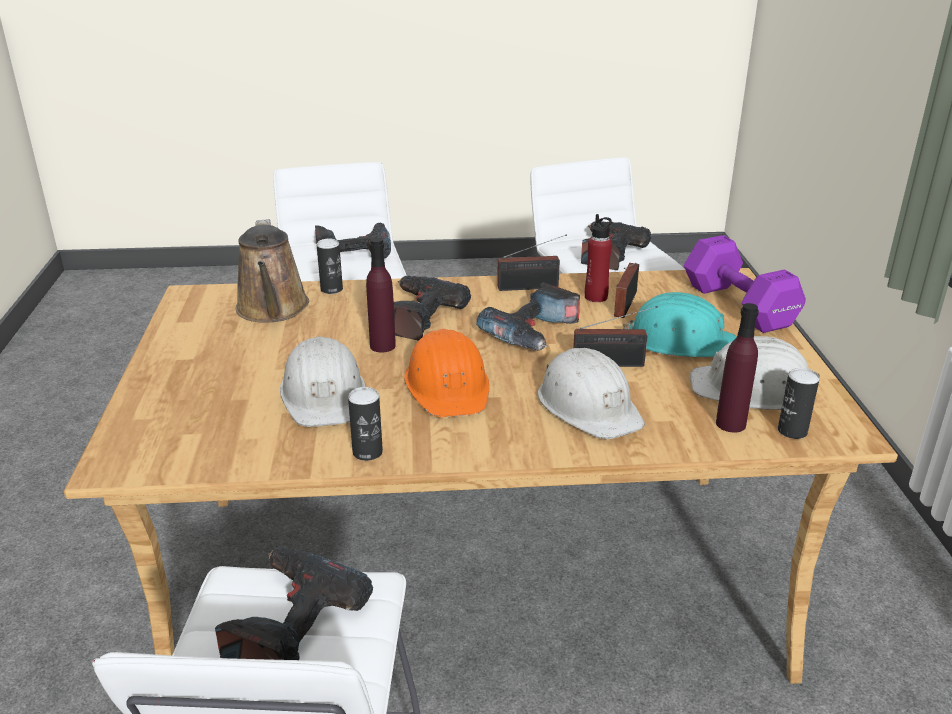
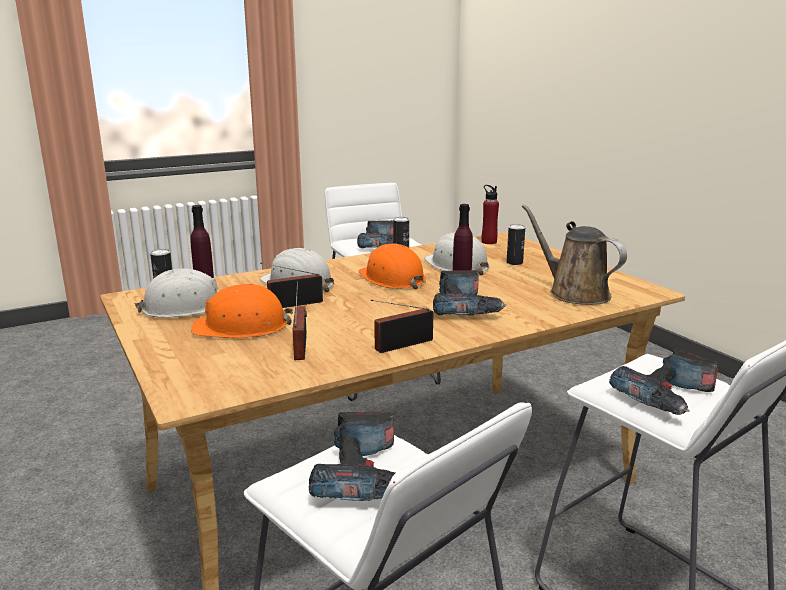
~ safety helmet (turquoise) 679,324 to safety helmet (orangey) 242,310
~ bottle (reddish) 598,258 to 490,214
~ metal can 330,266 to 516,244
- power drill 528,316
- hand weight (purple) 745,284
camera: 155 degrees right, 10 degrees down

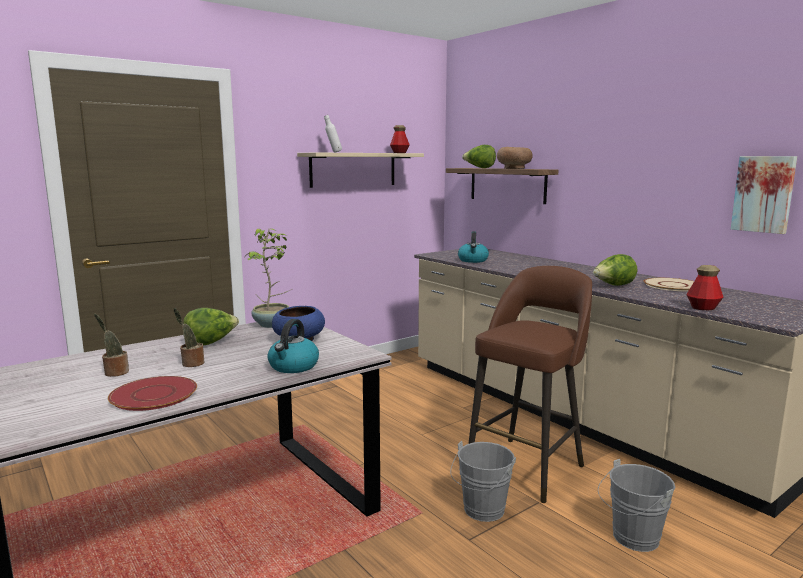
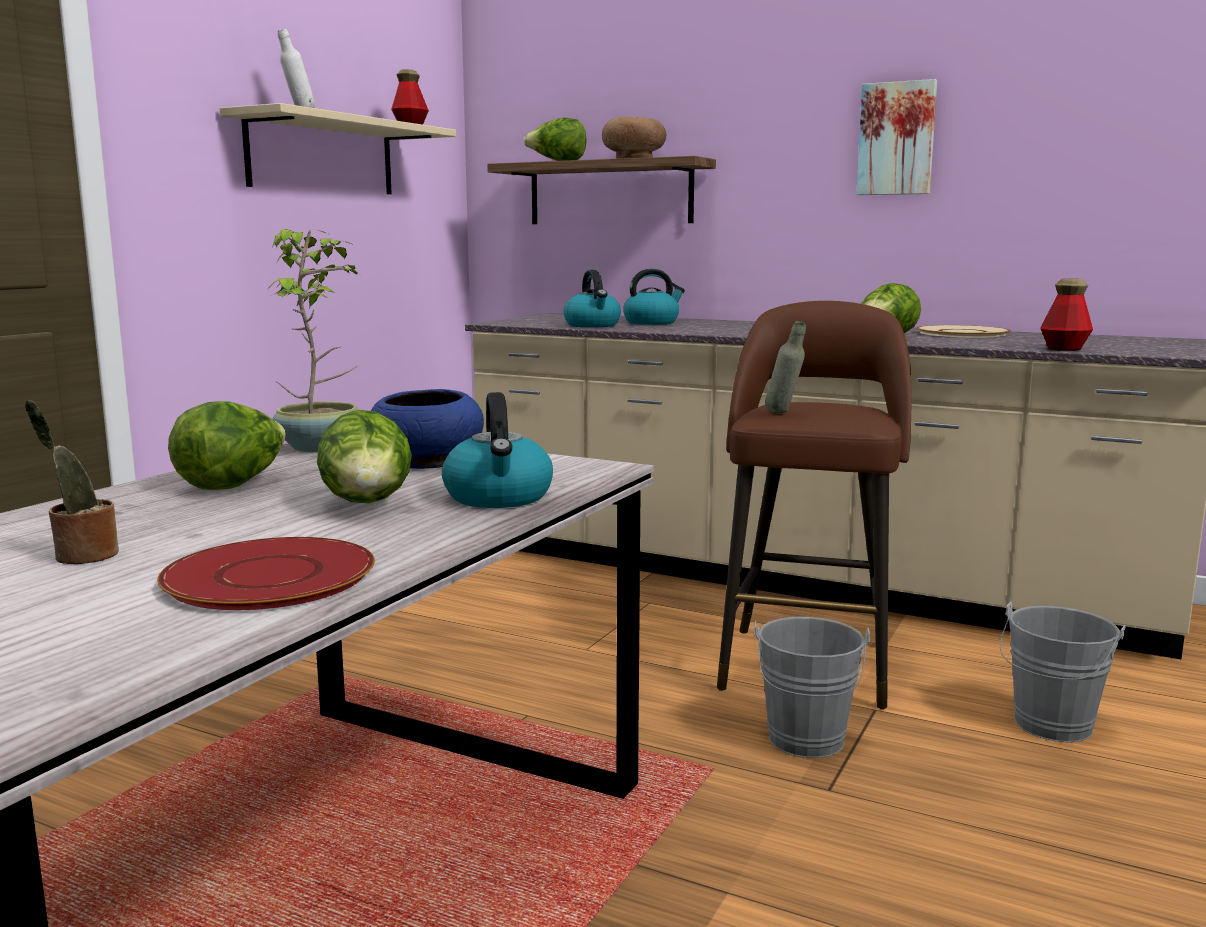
+ lettuce head 364,456
+ kettle 654,297
+ bottle (gray) 785,367
~ wall art 764,195 to 896,137
- potted plant 188,337
camera: 25 degrees left, 0 degrees up

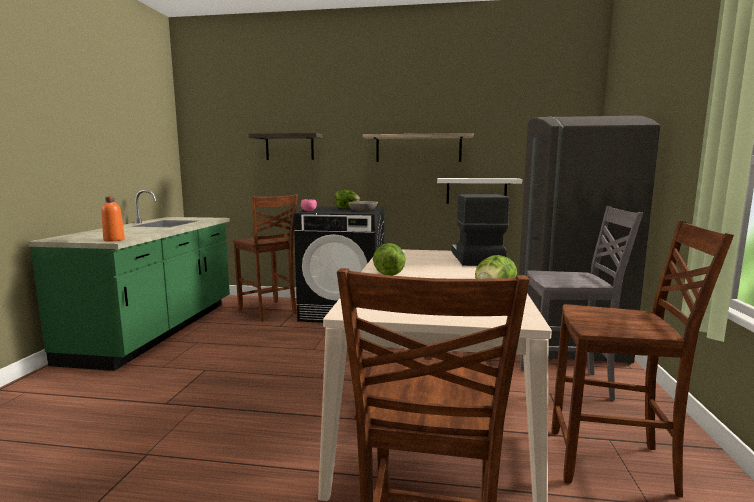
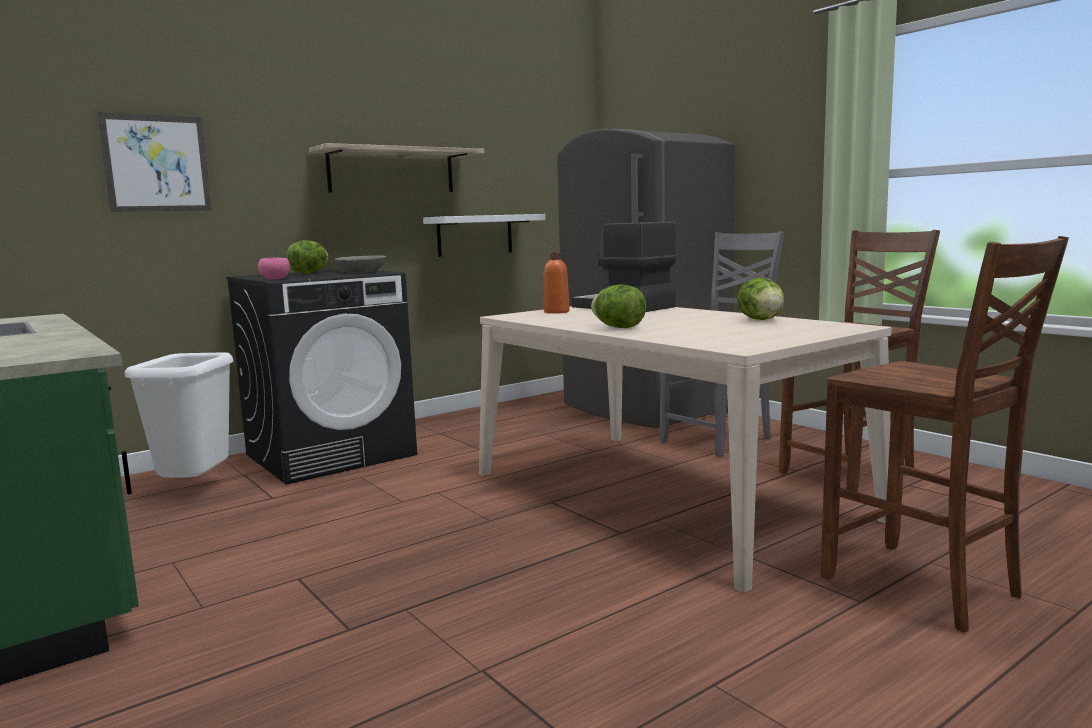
~ bracket shelf 285,146 to wall art 154,162
~ plain chair (brown) 265,258 to rubbish bin (white-coloured) 179,415
~ bottle (orangey) 113,219 to 557,283
camera: 45 degrees left, 0 degrees up

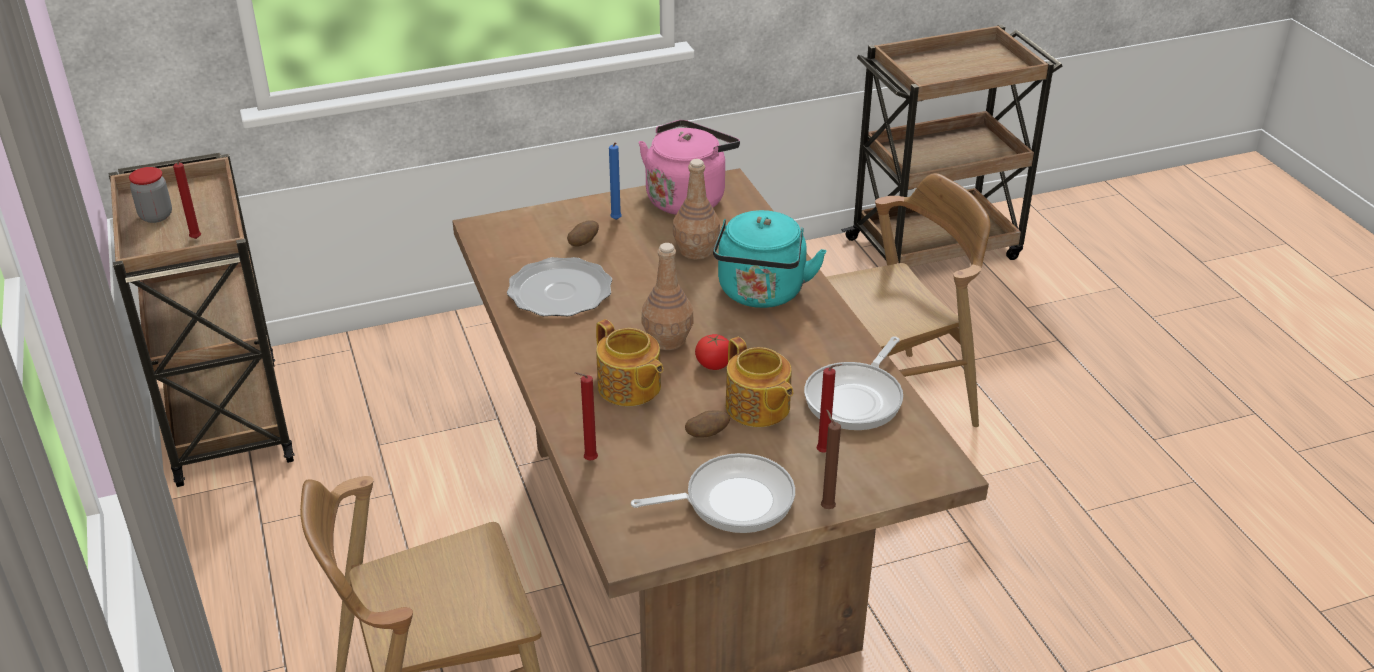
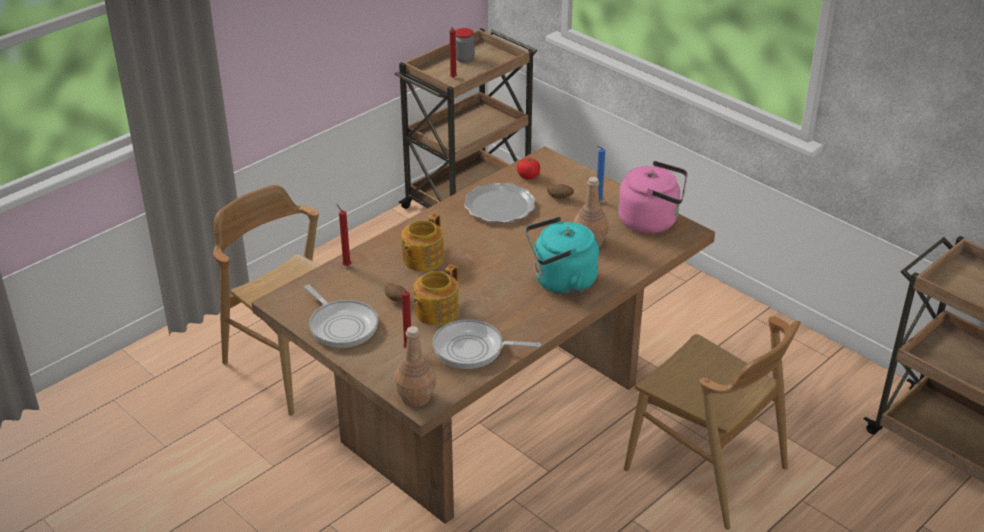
~ bottle (brown) 667,296 to 415,366
~ whole tomato 712,352 to 528,169
- wax candle (brown) 831,459
camera: 65 degrees right, 0 degrees up

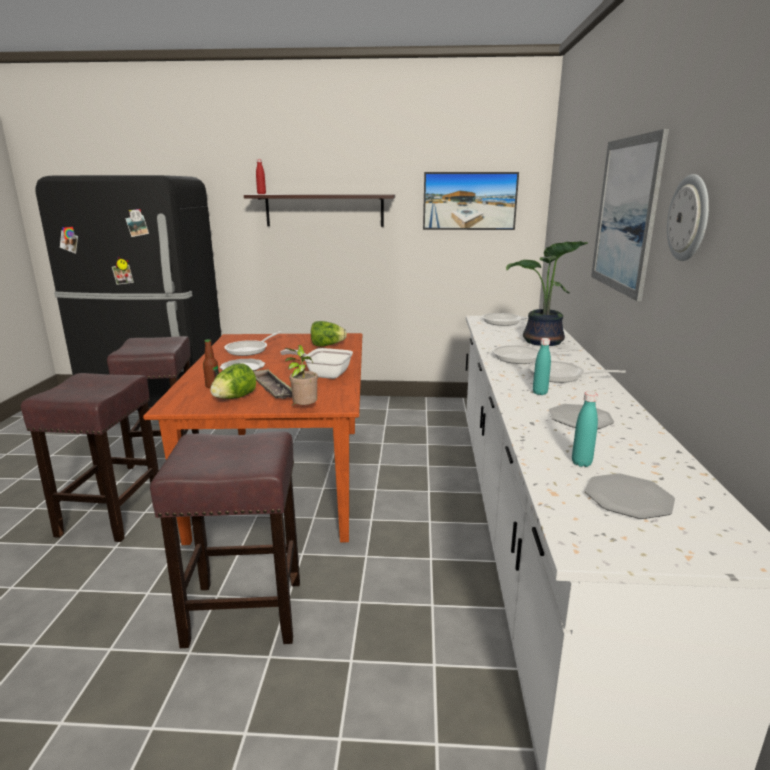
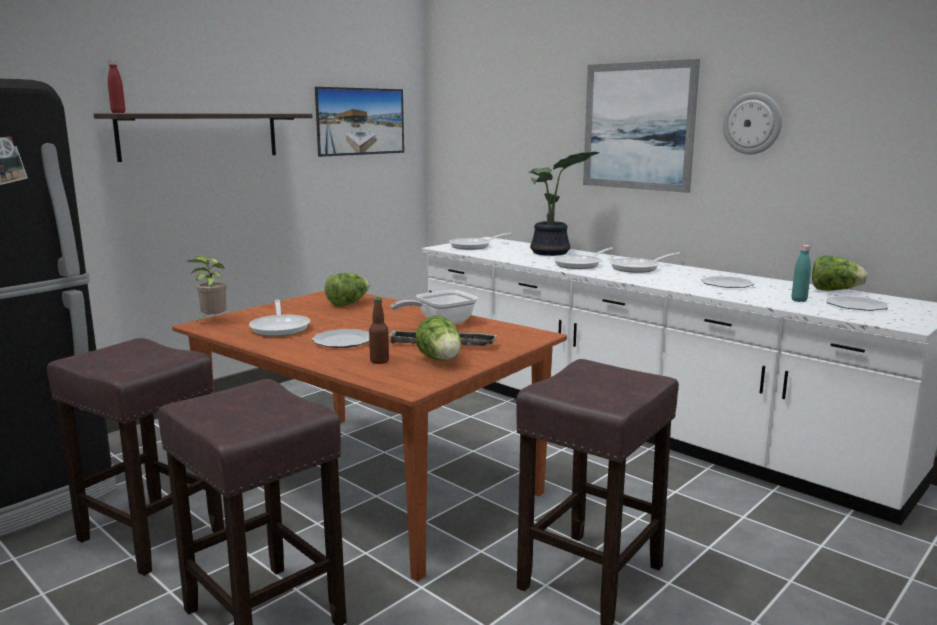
~ potted plant 301,376 to 207,288
+ lettuce head 840,273
- bottle (turquoise) 542,366
camera: 50 degrees left, 5 degrees down

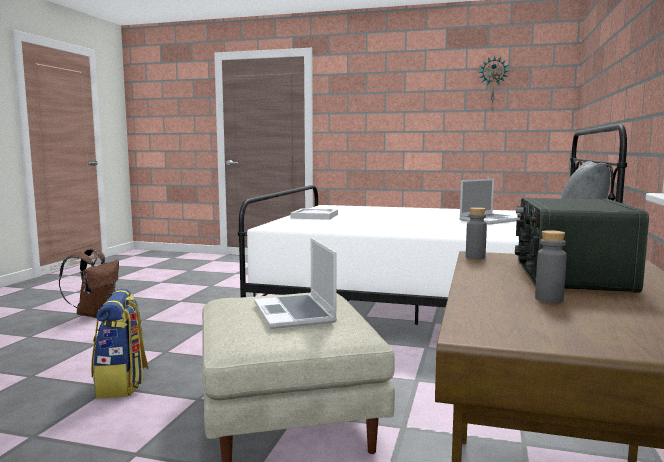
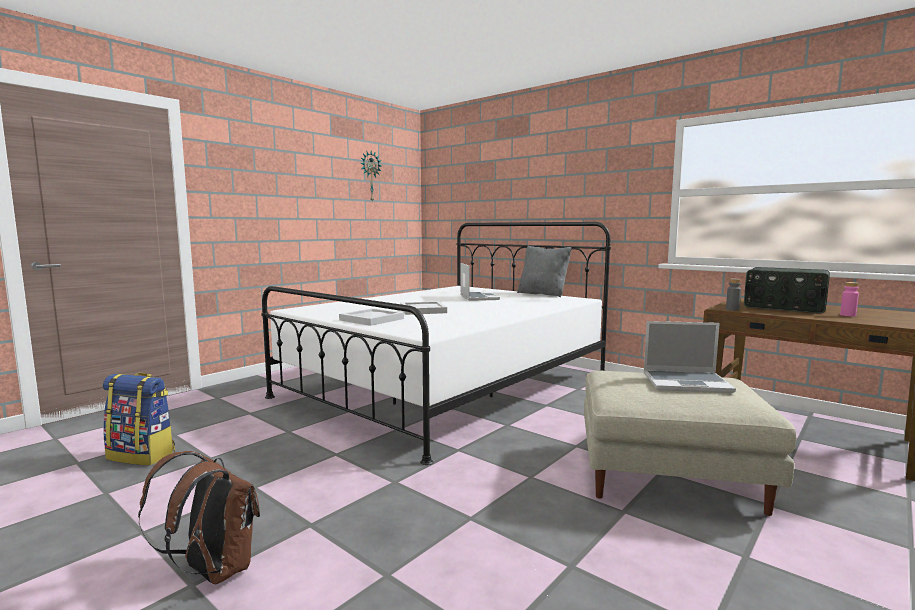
~ backpack 119,343 to 139,419
+ tray (white-coloured) 424,308
~ bottle (gray) 551,266 to bottle (pink) 849,299
camera: 65 degrees left, 0 degrees up

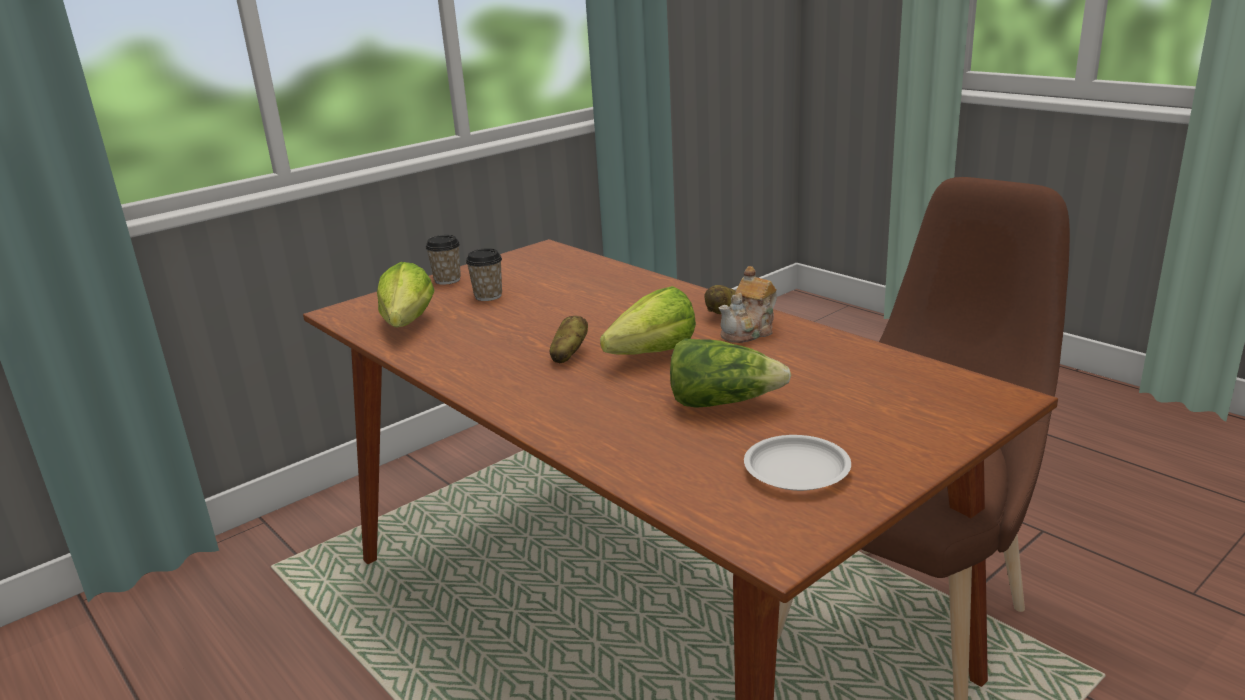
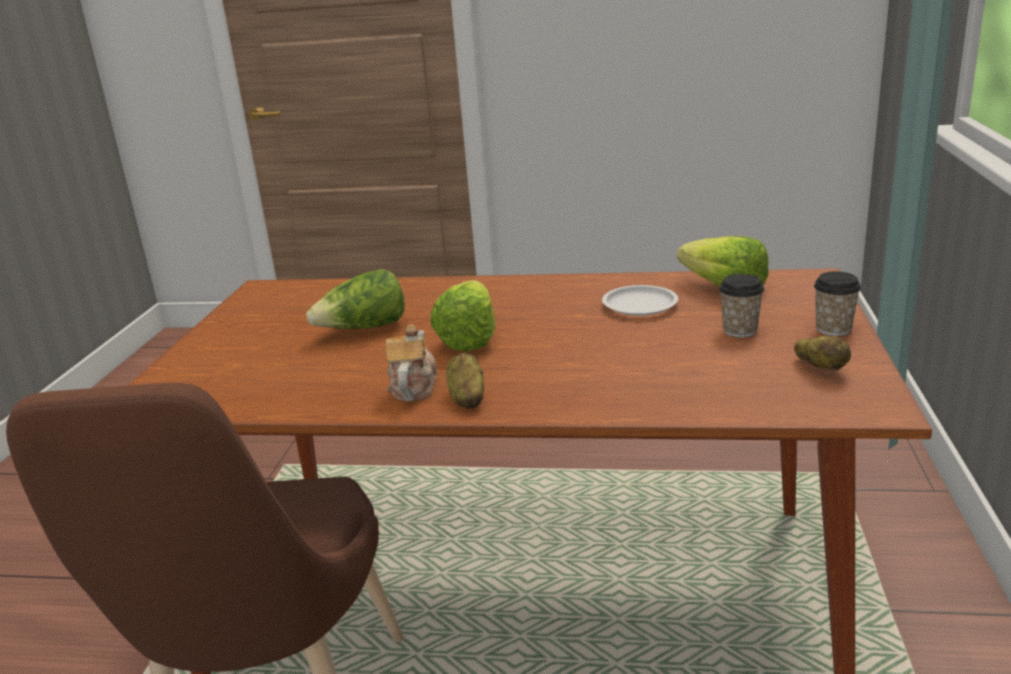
~ dinner plate (white-coloured) 797,463 to 640,300
~ spud 569,340 to 822,353
camera: 140 degrees right, 0 degrees up

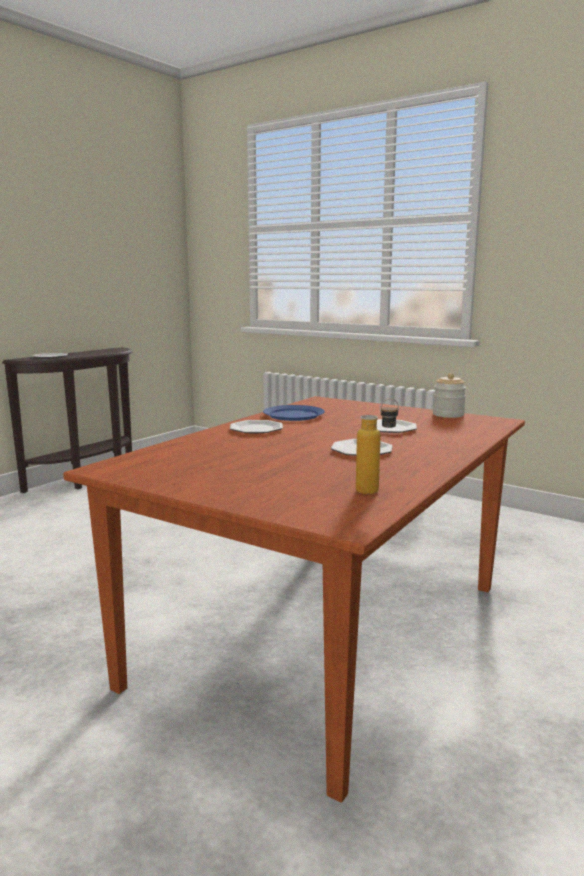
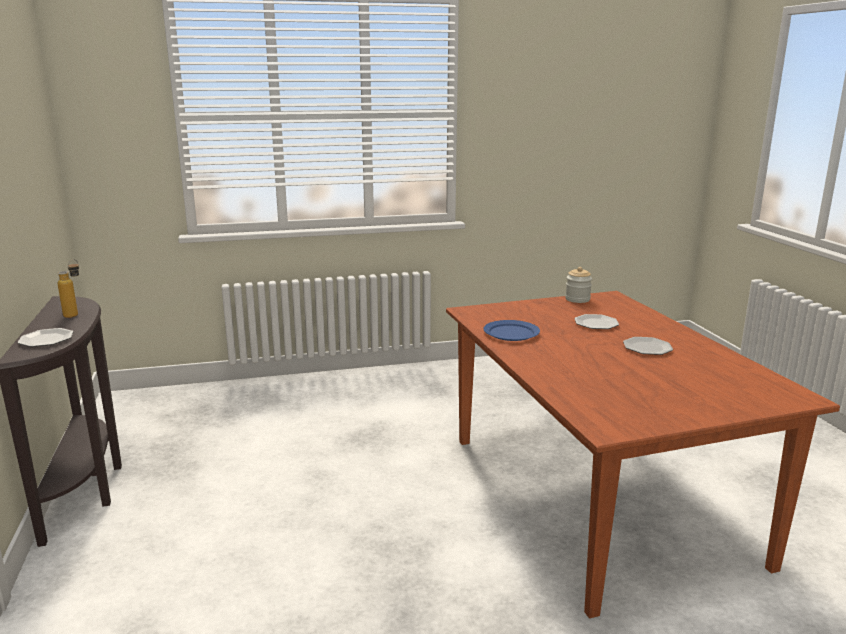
~ bottle 377,446 to 68,288
- dinner plate 256,426
camera: 50 degrees left, 5 degrees up

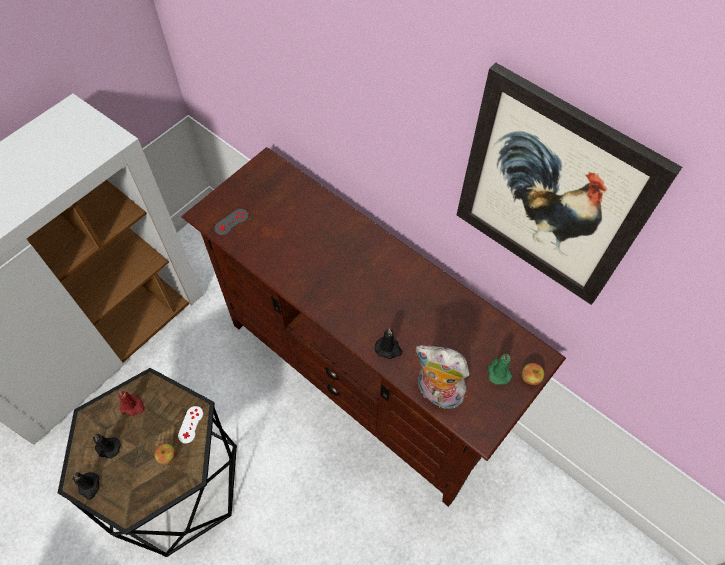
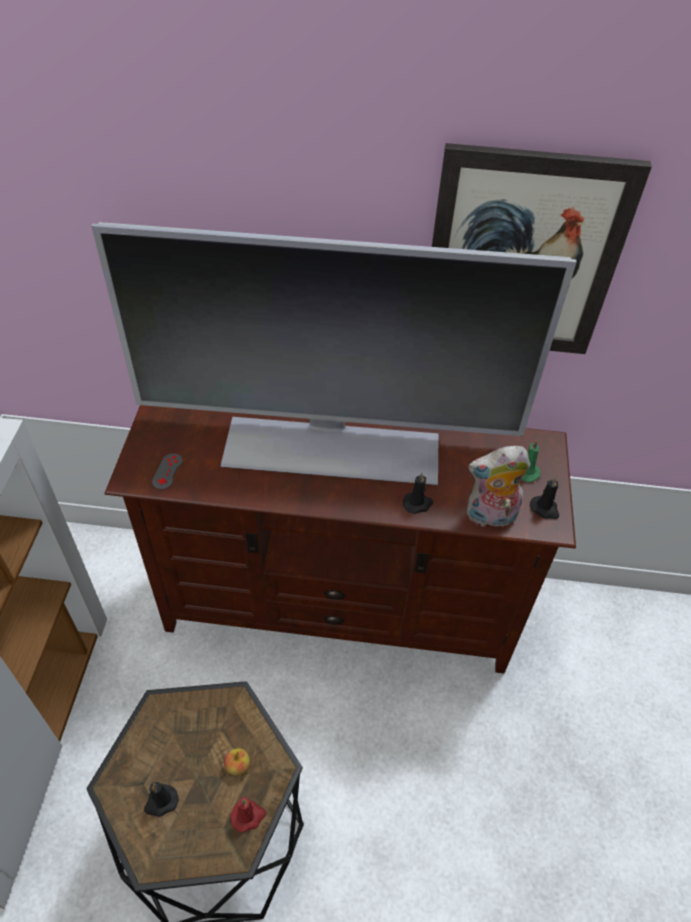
+ television 334,353
~ wax candle (reddish) 131,403 to 248,815
~ wax candle (black-coloured) 86,486 to 544,498
- joypad (white-coloured) 190,424
- apple fruit 533,374
camera: 35 degrees left, 10 degrees down

